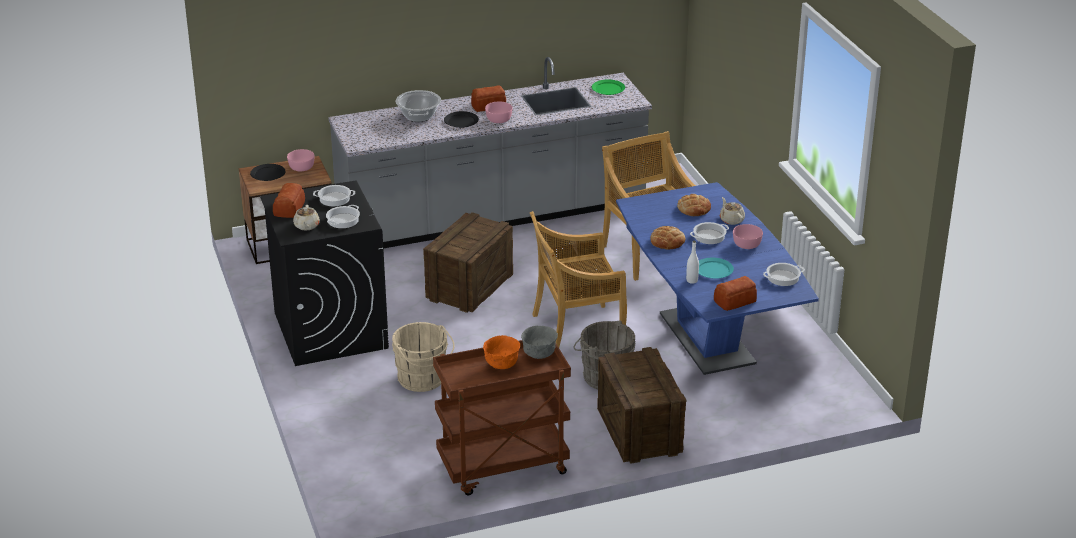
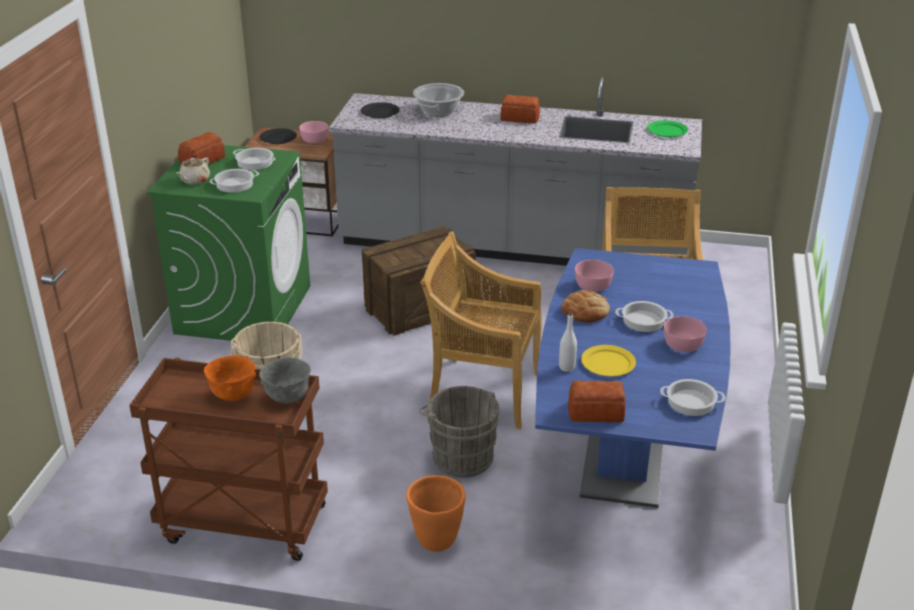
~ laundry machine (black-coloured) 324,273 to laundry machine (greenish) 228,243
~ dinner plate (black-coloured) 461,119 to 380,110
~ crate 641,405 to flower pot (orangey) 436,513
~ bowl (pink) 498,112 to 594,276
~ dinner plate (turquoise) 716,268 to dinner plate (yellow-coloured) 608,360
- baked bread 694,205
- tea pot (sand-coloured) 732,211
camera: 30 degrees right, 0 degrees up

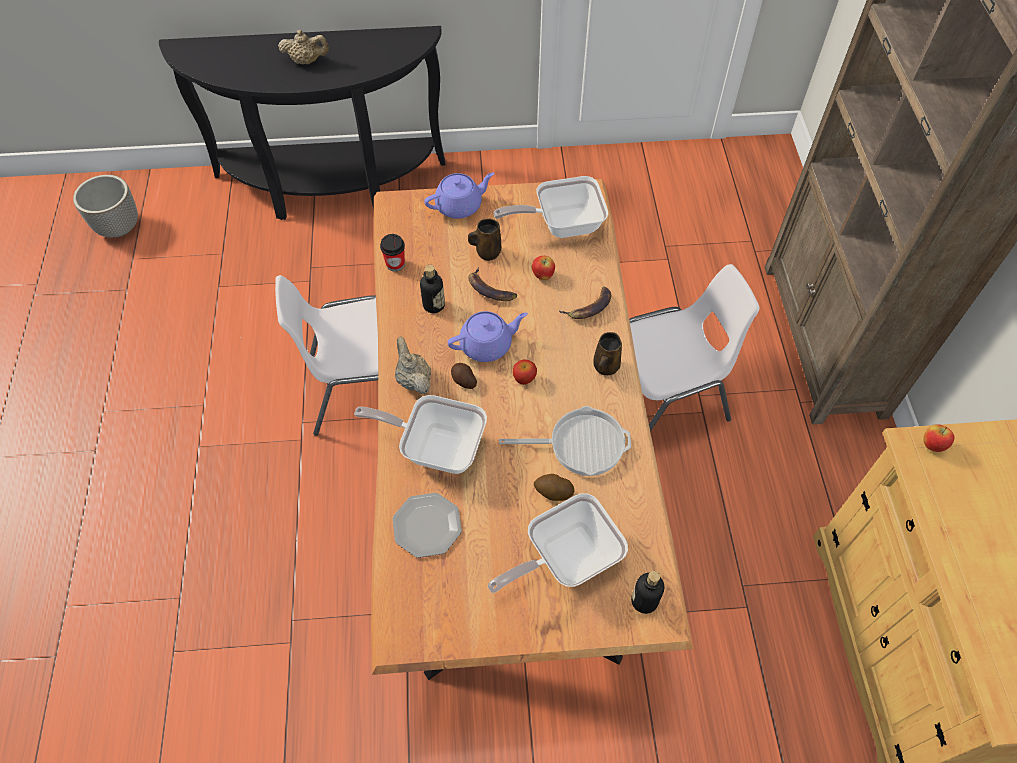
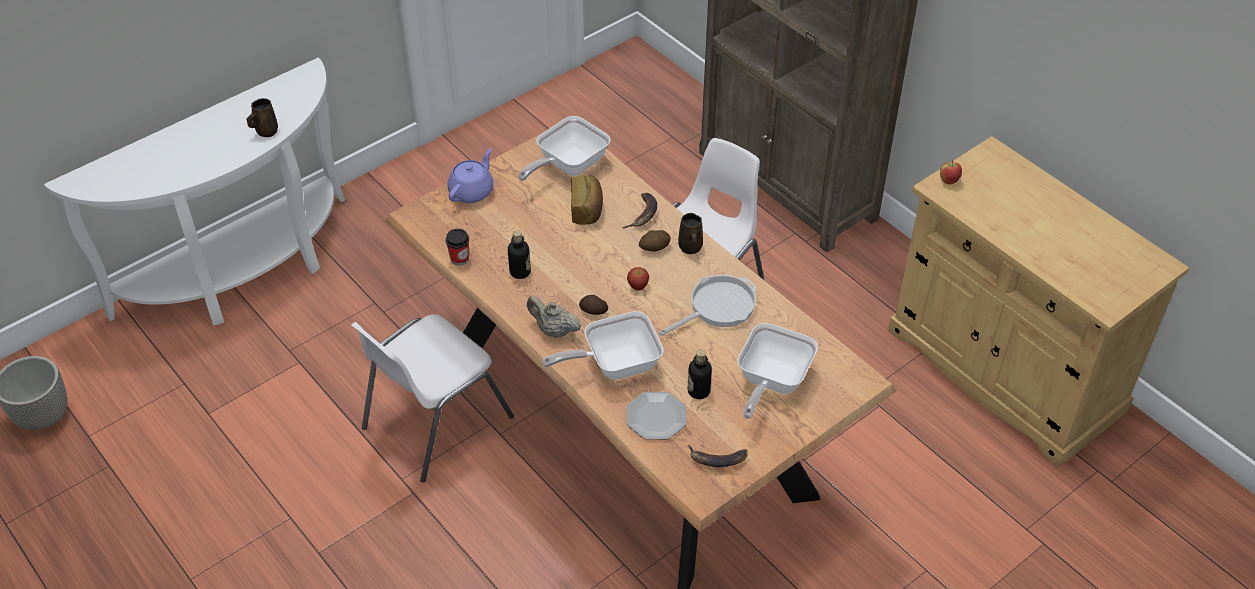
~ hall table (black-coloured) 302,123 to hall table (white-coloured) 194,192
~ tea mug (brown) 484,240 to 262,117
~ apple fruit 543,268 to baked bread 587,200
~ spud 554,487 to 654,240
~ bottle 648,592 to 700,374
~ banana 492,284 to 718,456
- tea pot (sand-coloured) 303,47
- tea pot (purple) 487,336
camera: 35 degrees left, 10 degrees down

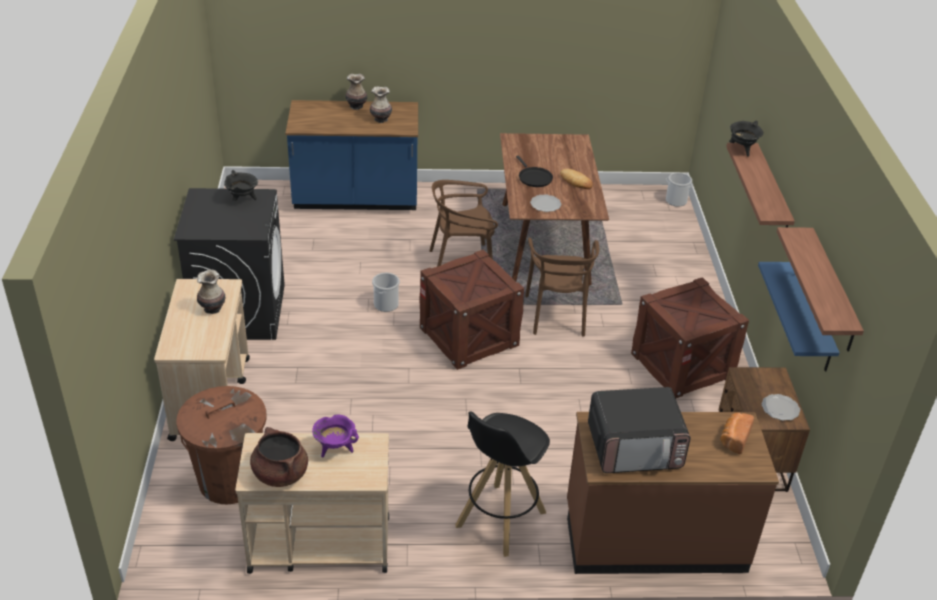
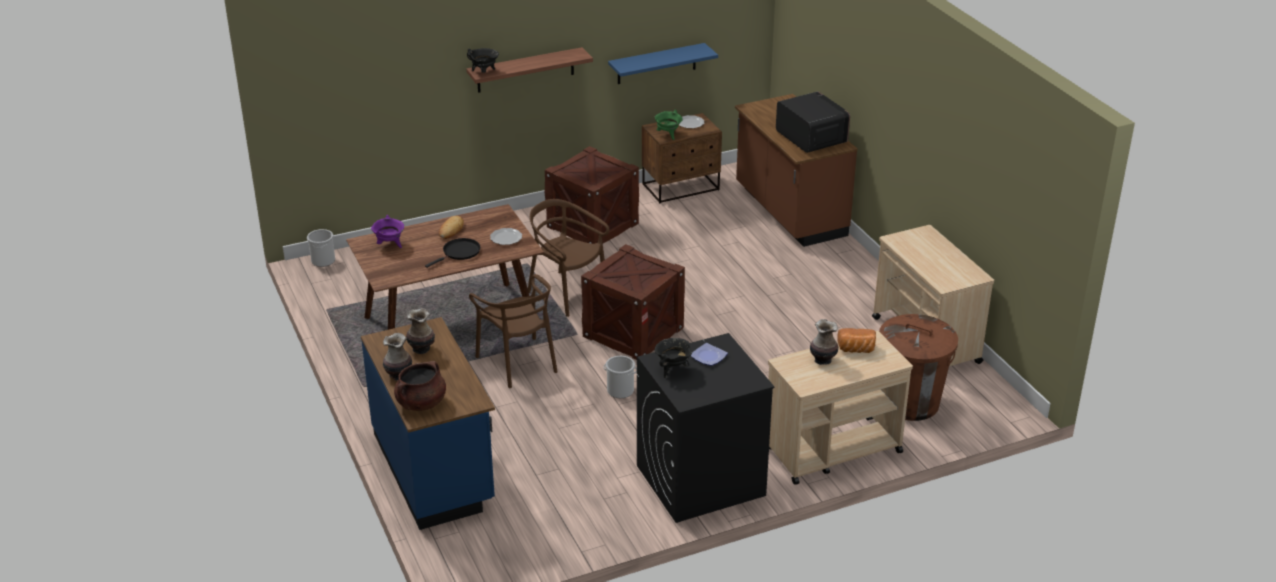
~ saucepot (purple) 335,436 to 387,231
~ saucepot (brown) 279,457 to 420,386
~ plain chair (brown) 562,287 = 568,258 120 degrees counterclockwise
+ saucepot (greenish) 669,125
+ dinner plate 709,354
~ baked bread 737,433 to 856,340
- sitting stool (black-coloured) 502,484
- bracket shelf 820,289
camera: 110 degrees left, 5 degrees down

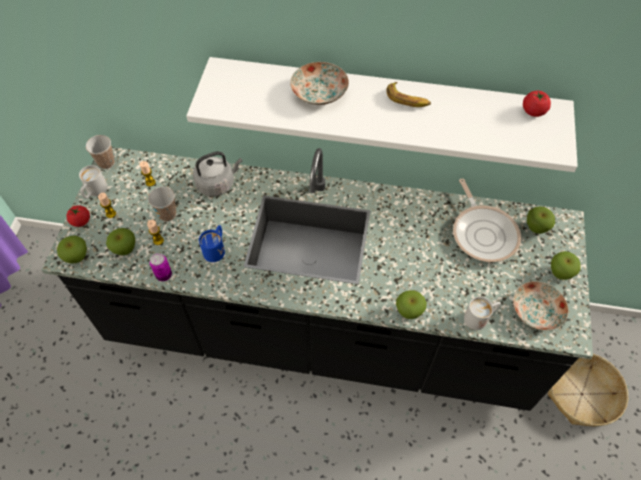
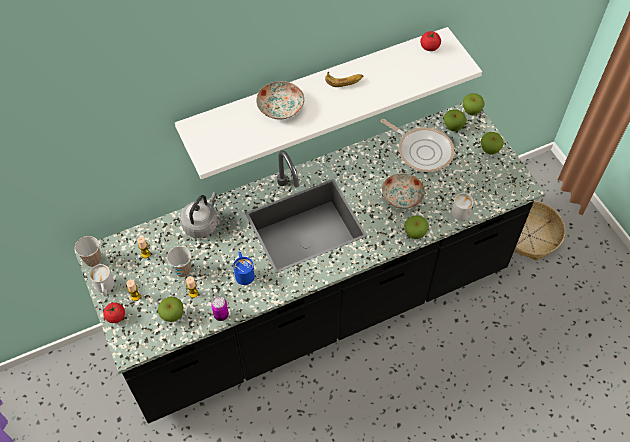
~ dinner plate 540,305 to 403,191
~ apple fruit 72,249 to 474,104
camera: 35 degrees left, 0 degrees up

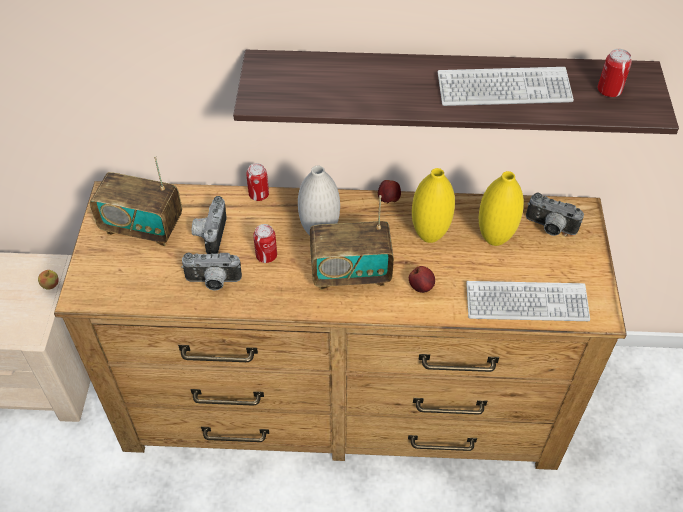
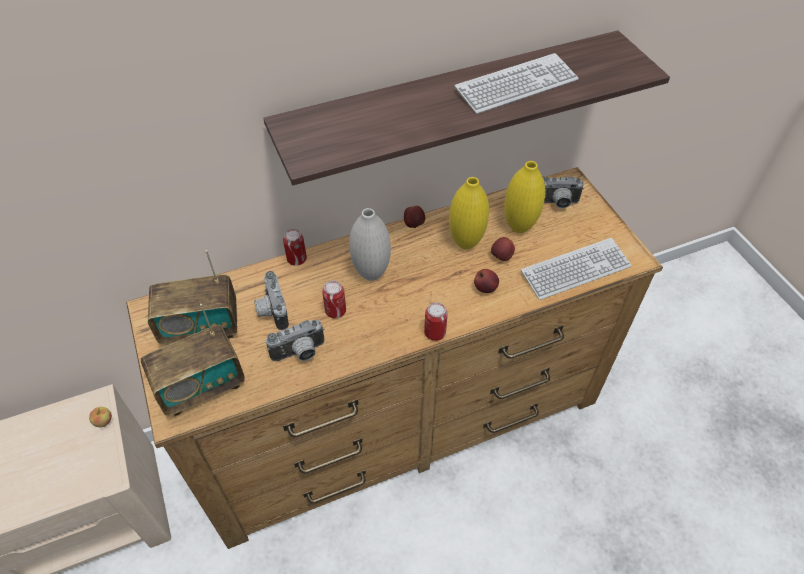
~ radio 352,242 to 193,360
~ metal can 615,73 to 435,321
+ apple fruit 503,249
camera: 25 degrees left, 0 degrees up

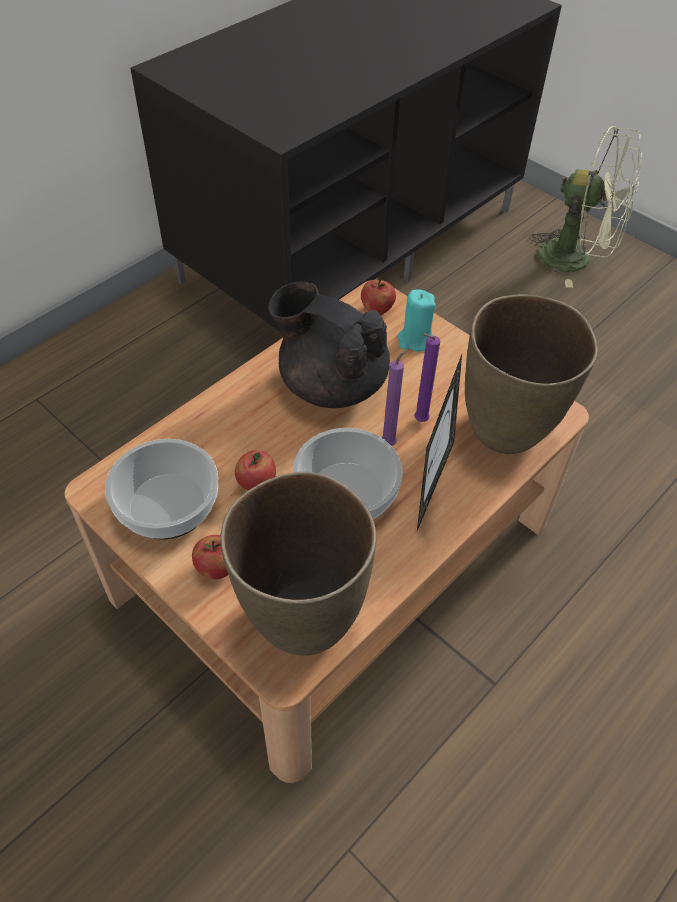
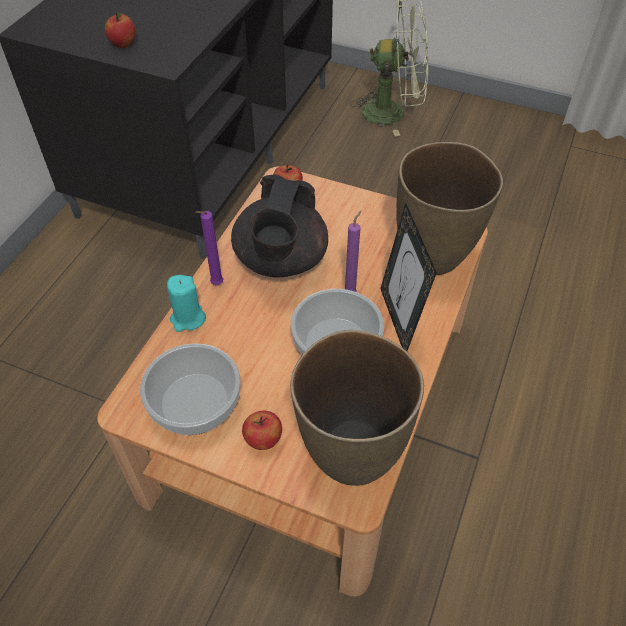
~ apple fruit 255,470 to 120,30
~ wax candle (turquoise) 416,320 to 186,303
~ wax candle (purple) 427,377 to 209,248
~ tea pot (black-coloured) 329,344 = 279,225 90 degrees counterclockwise
camera: 20 degrees left, 0 degrees up

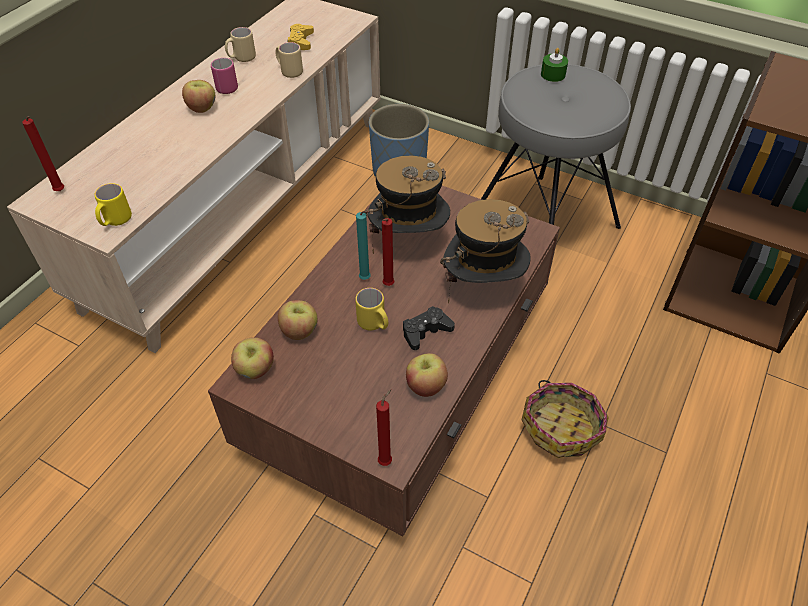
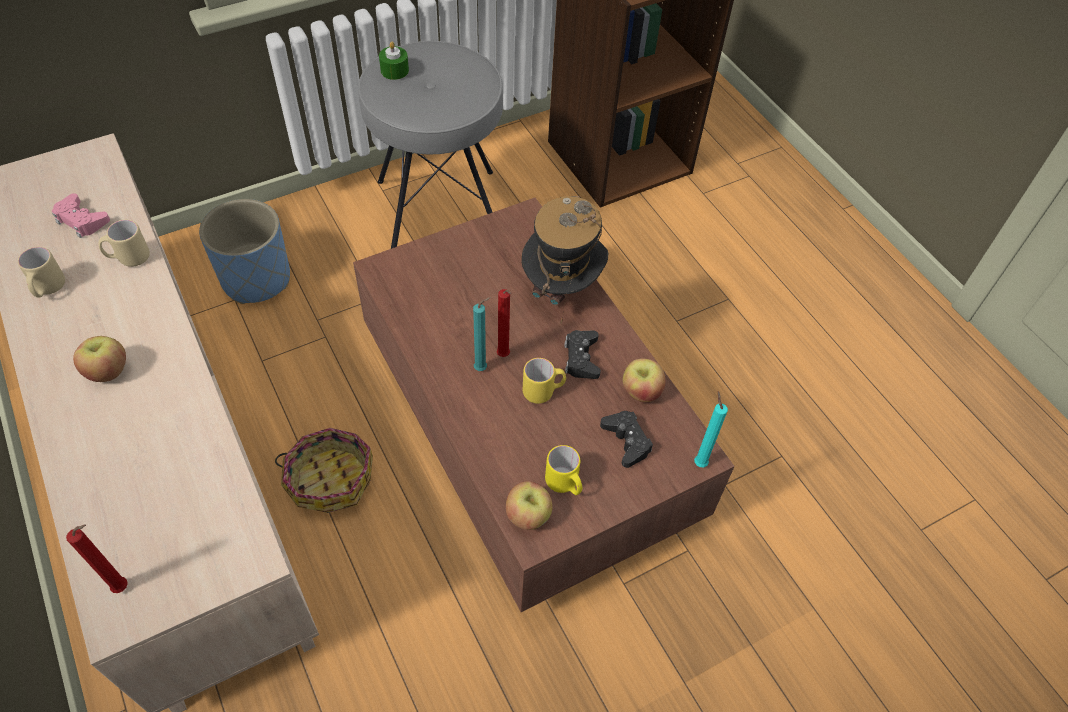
~ joypad (yellow-coloured) 300,37 to joypad (pink) 81,215
~ storage basket 565,419 to 324,470
~ tea mug (yellow-coloured) 113,204 to 563,470
+ joypad (black-coloured) 626,439
~ wax candle (reddish) 384,427 to wax candle (turquoise) 711,429
- tea mug (pink) 224,76
- apple fruit 297,320
- hat 407,204
camera: 60 degrees left, 5 degrees up

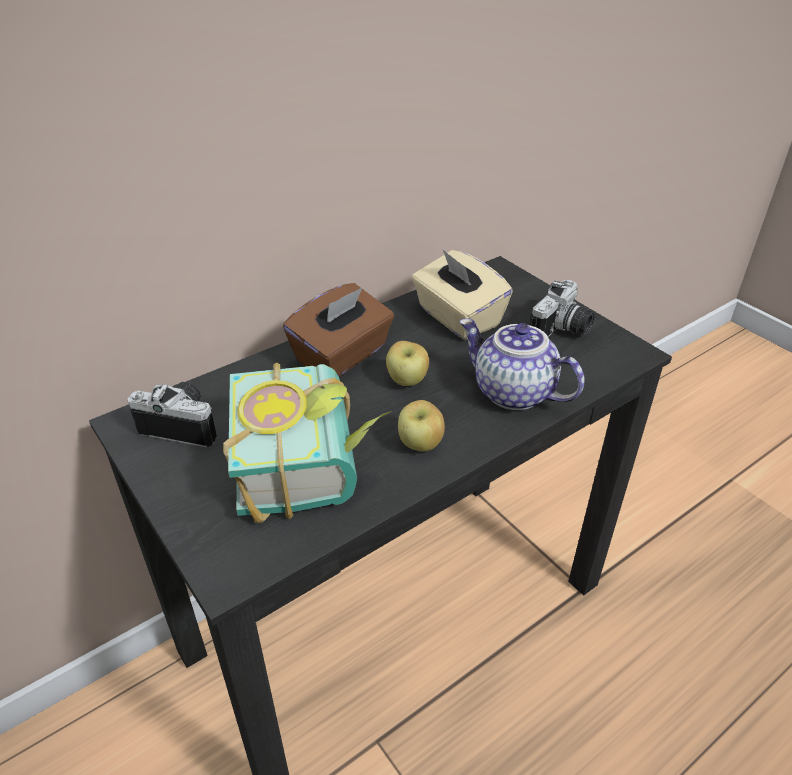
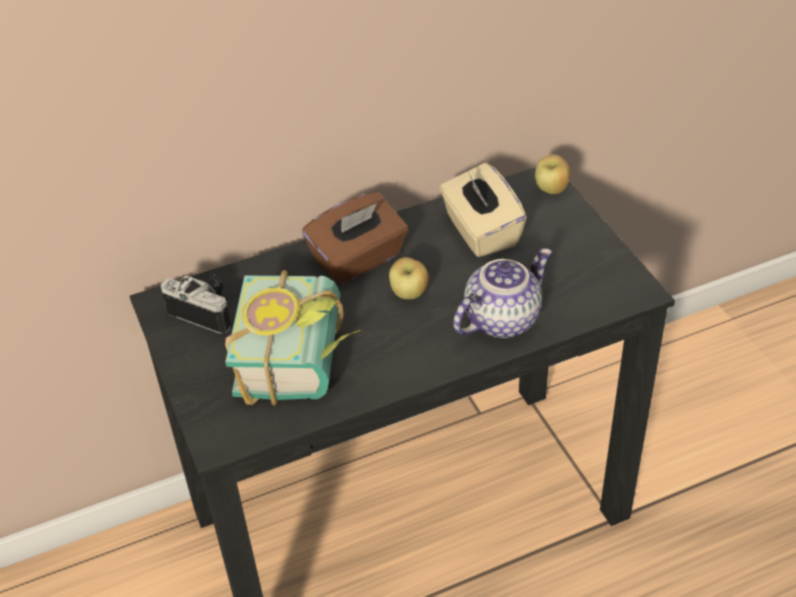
~ tea pot 522,364 = 502,293 90 degrees clockwise
~ apple fruit 421,426 to 552,174
- photo camera 562,308
camera: 15 degrees right, 5 degrees up

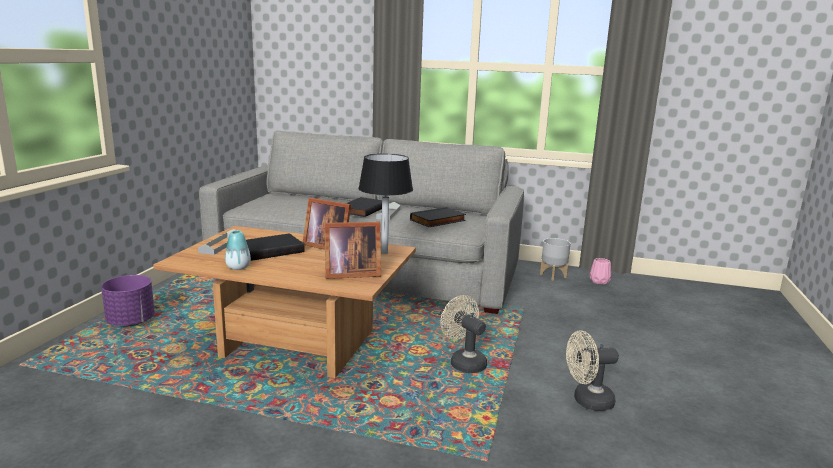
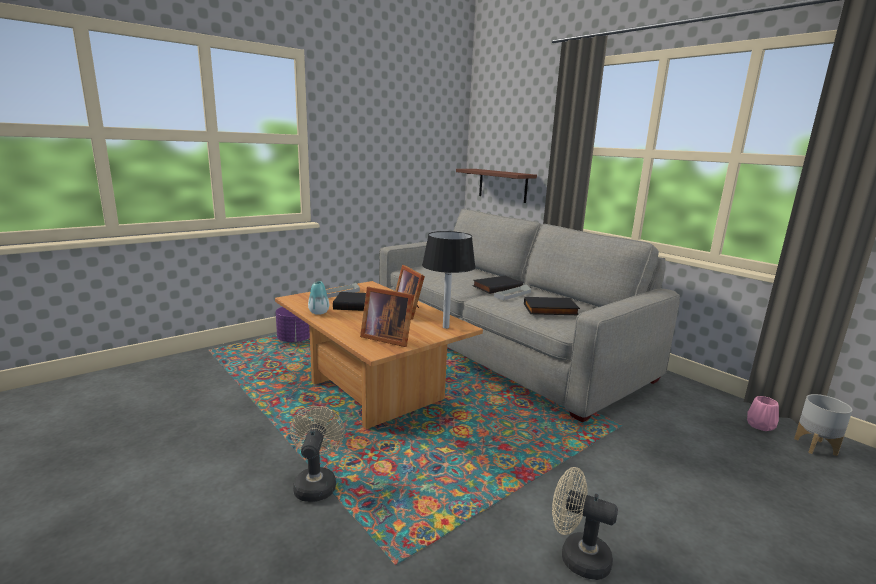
~ fan (sand-coloured) 464,334 to 317,454
+ bracket shelf 496,186
~ flower pot (gray) 555,259 to 823,425
camera: 35 degrees right, 0 degrees up

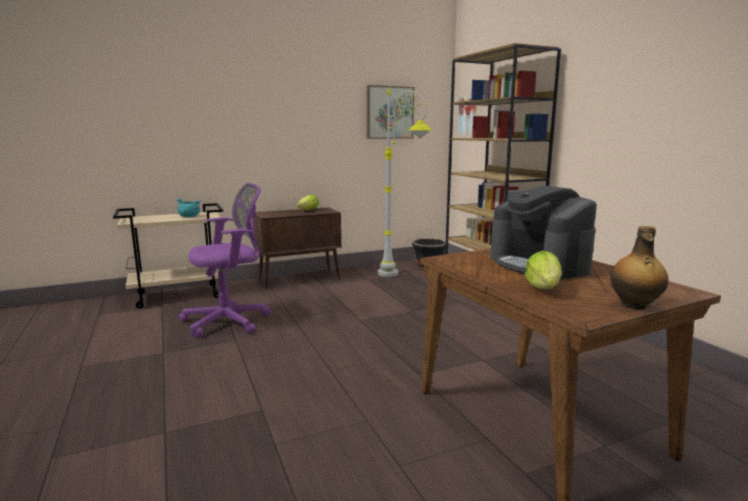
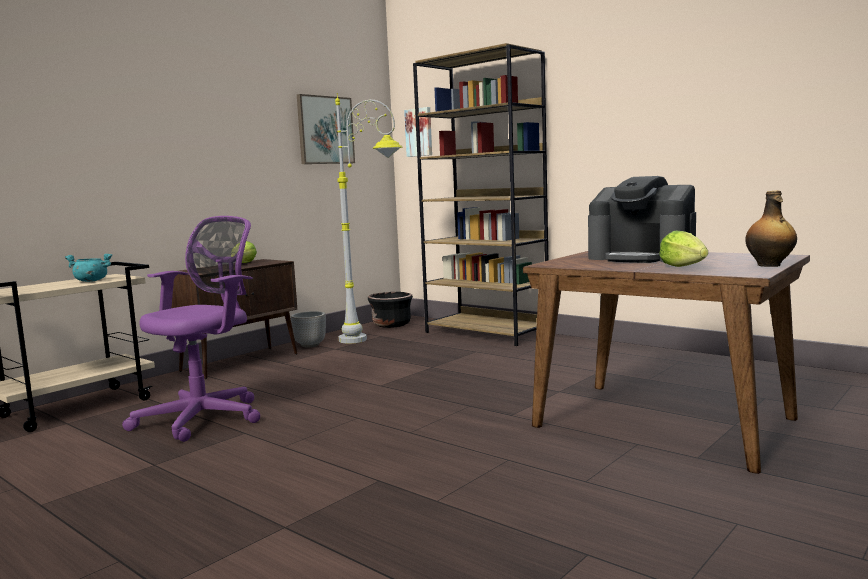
+ flower pot 308,329
camera: 25 degrees left, 5 degrees down

